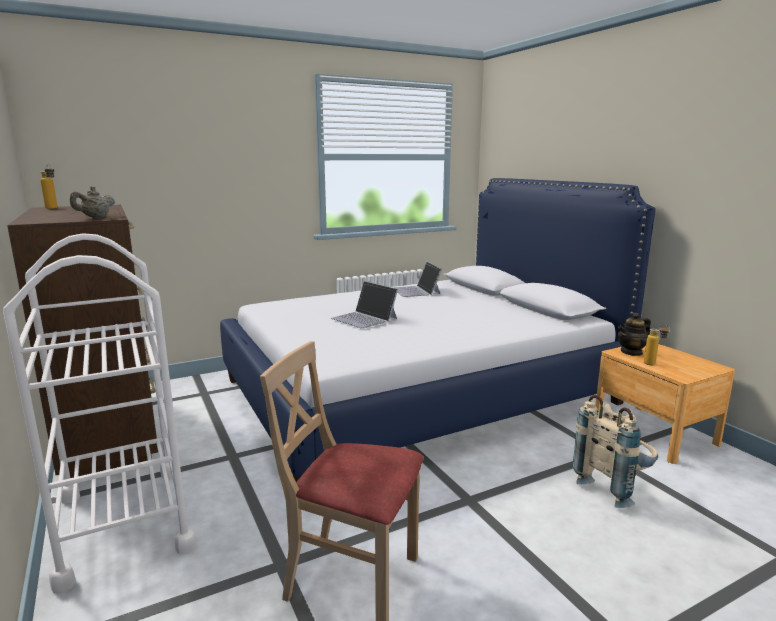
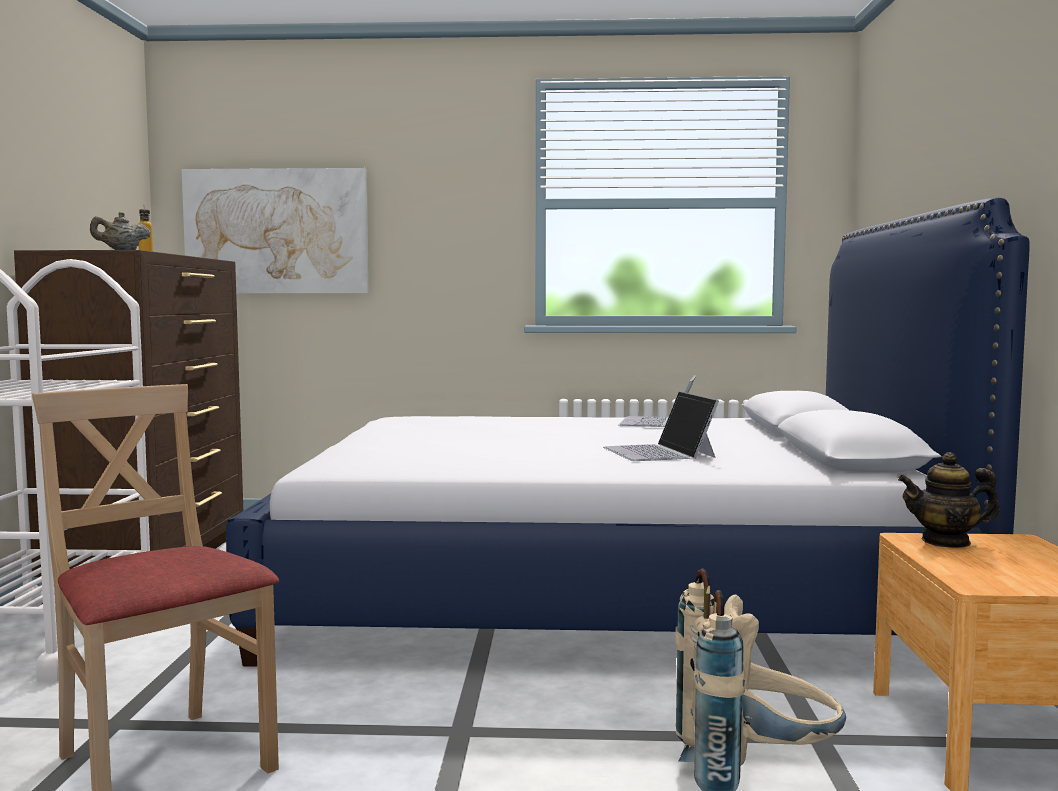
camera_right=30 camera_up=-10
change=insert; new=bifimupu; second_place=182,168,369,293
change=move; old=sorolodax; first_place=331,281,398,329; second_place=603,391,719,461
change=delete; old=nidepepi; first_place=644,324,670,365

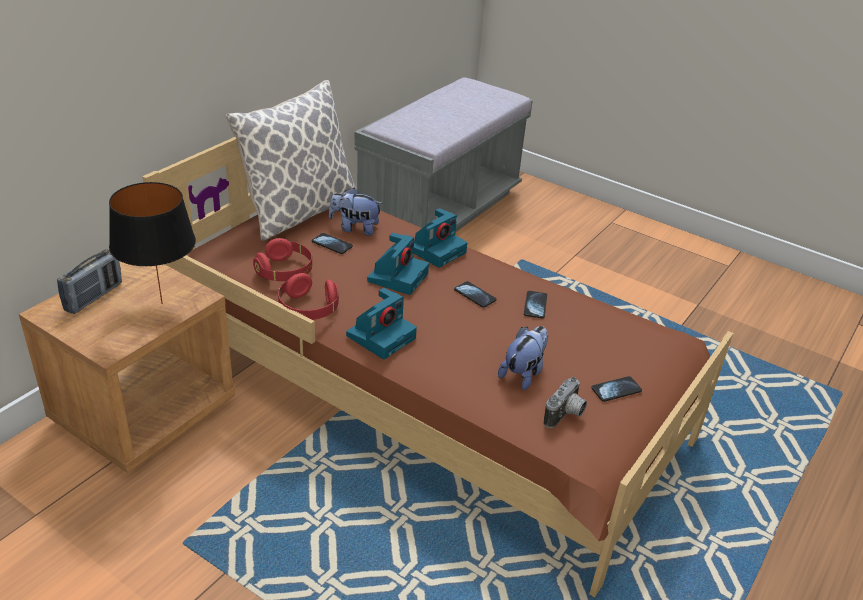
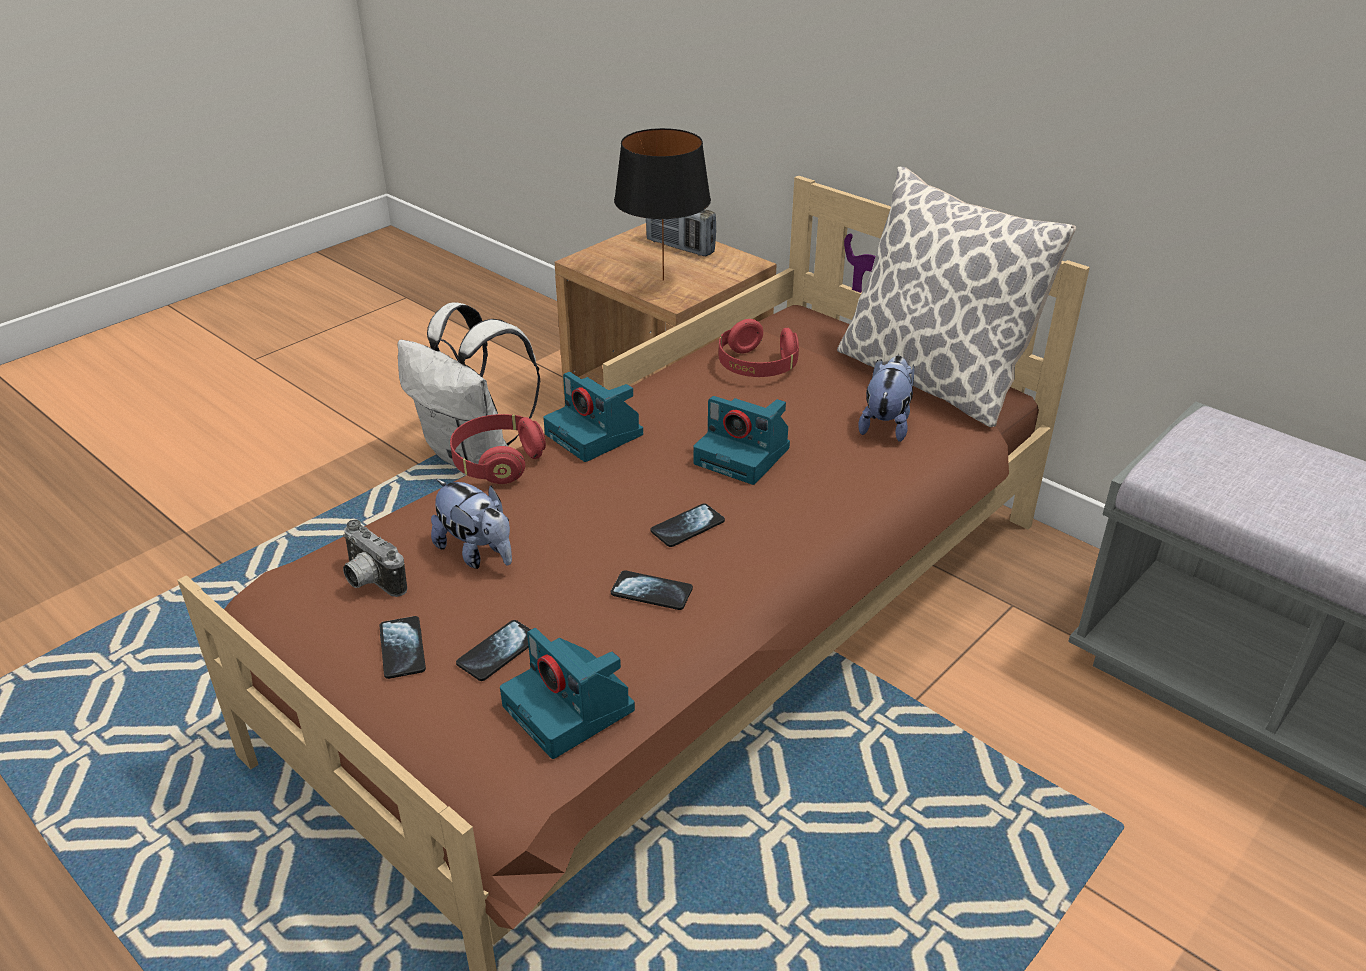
camera_right=100 camera_up=0
change=insert; new=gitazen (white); second_place=398,302,540,468
change=move; old=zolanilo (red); first_place=278,273,339,320; second_place=450,414,546,484
change=move; old=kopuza; first_place=312,233,353,254; second_place=456,620,531,681
change=move; old=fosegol; first_place=413,208,467,268; second_place=500,628,635,759

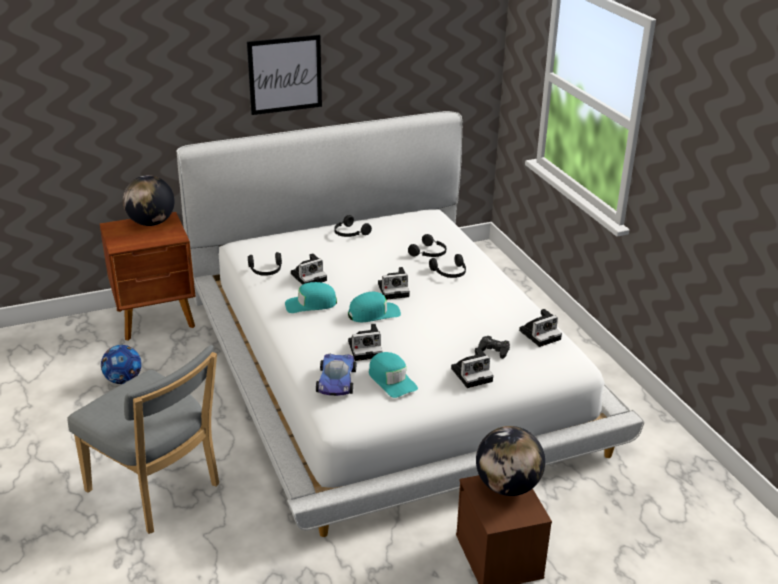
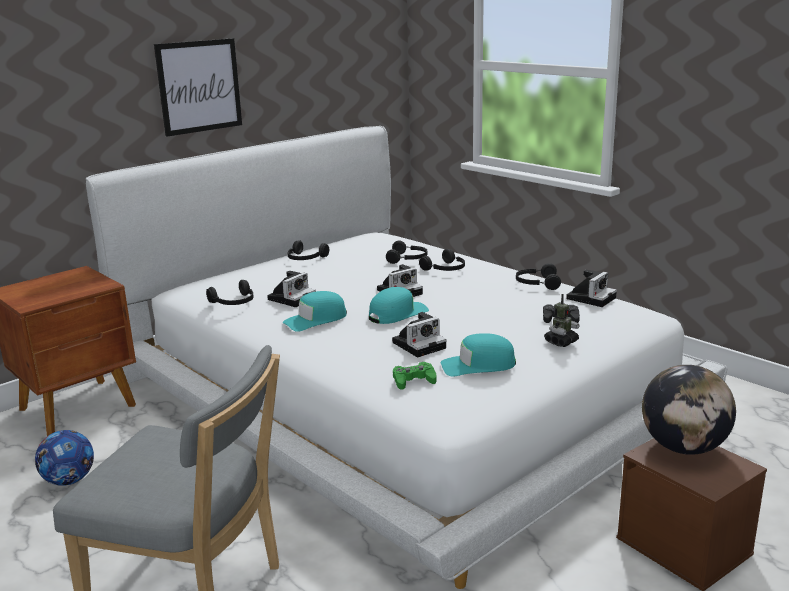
camera_right=-20 camera_up=-10
change=replace; old=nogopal; new=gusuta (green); first_place=316,354,356,396; second_place=393,362,436,390
change=rotate; old=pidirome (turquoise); first_place=369,352,418,398; second_place=441,333,516,376; degrees=135
change=insert; new=zolanilo (black); second_place=516,263,561,290
change=replace; old=fosegol; new=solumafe; first_place=451,347,494,388; second_place=544,294,579,347
change=delete; old=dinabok; first_place=123,175,174,226

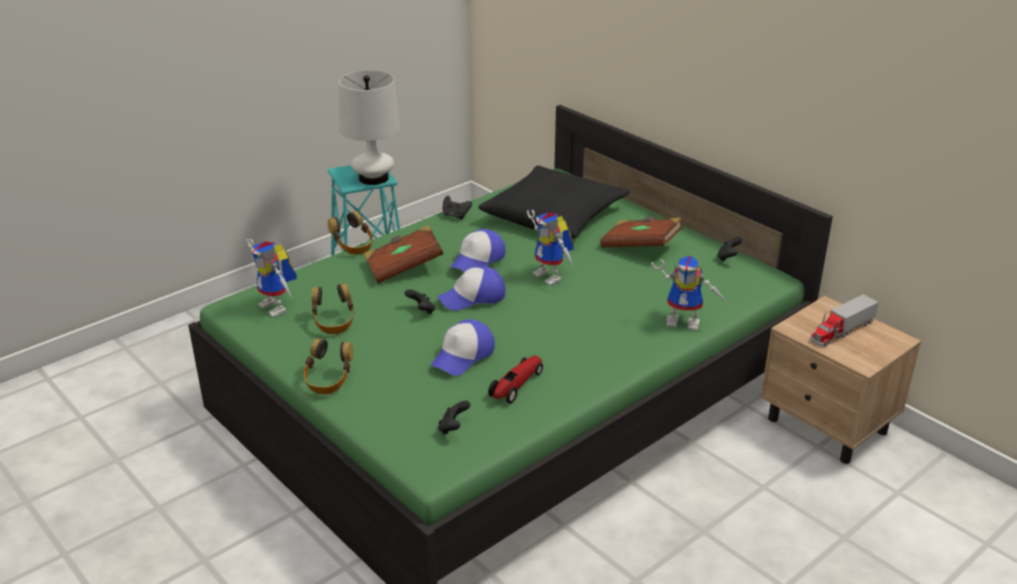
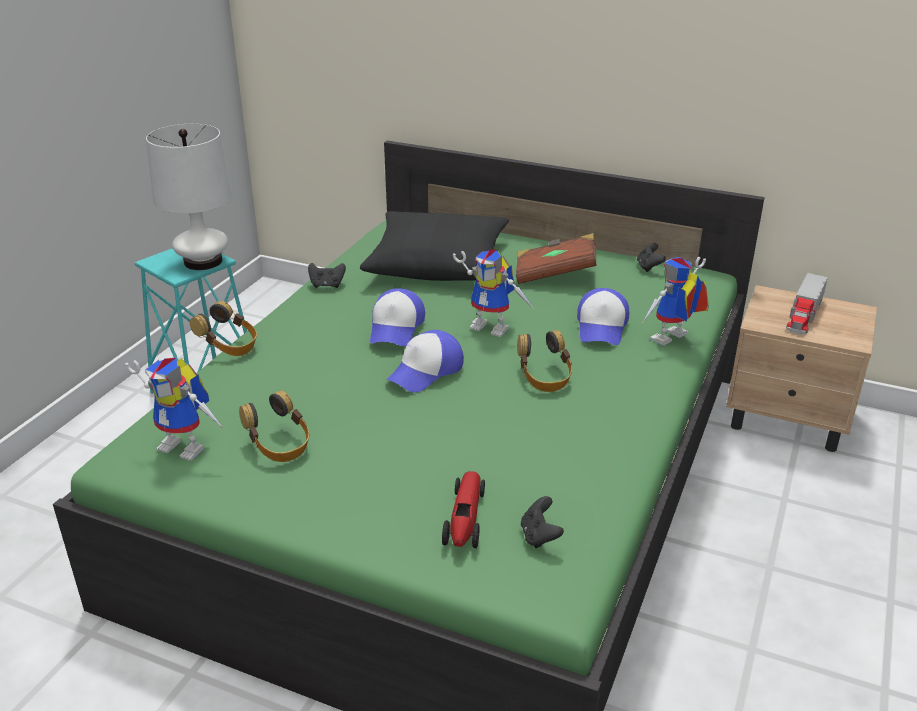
camera_right=-25 camera_up=0
change=move; old=nogopal; first_place=488,356,543,404; second_place=442,471,485,548
change=move; old=zolanilo; first_place=304,338,353,394; second_place=517,330,572,392
change=move; old=pidirome; first_place=430,319,495,376; second_place=577,288,629,345
change=rotate; old=solumafe; first_place=651,255,727,331; second_place=643,256,709,346; degrees=150
change=delete; old=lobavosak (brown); first_place=364,225,443,284
change=delete; old=gusuta (black); first_place=405,289,435,314

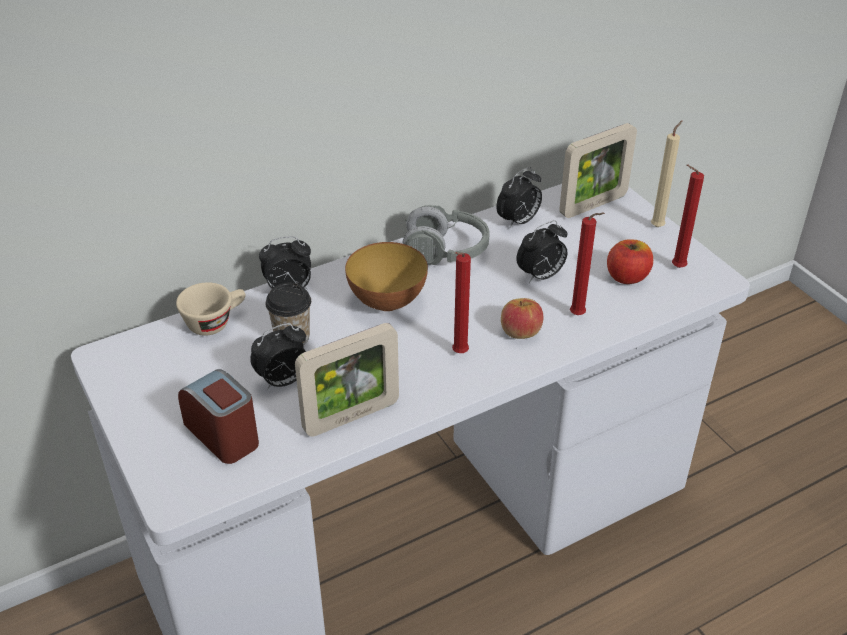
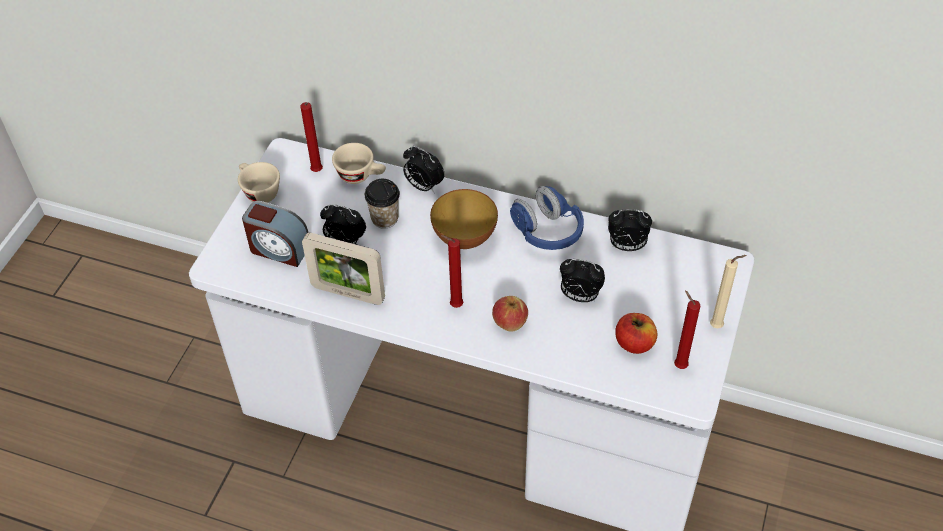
camera_right=50 camera_up=10
change=insert; new=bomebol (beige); second_place=238,162,280,203
change=rotate; old=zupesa; first_place=178,369,259,464; second_place=242,201,308,267; degrees=105
change=move; old=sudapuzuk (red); first_place=570,212,605,315; second_place=300,102,323,172
change=recolor; old=zolanilo (grey); new=zolanilo (blue); first_place=402,205,490,265; second_place=510,186,584,250
change=delete; old=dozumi; first_place=559,123,637,218

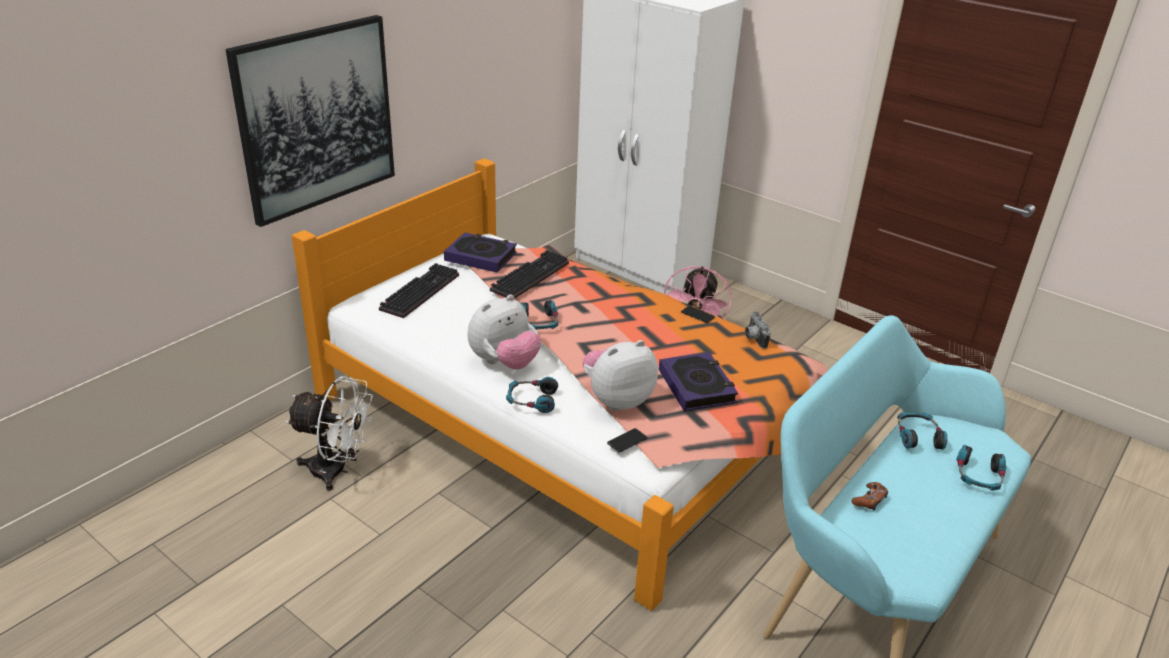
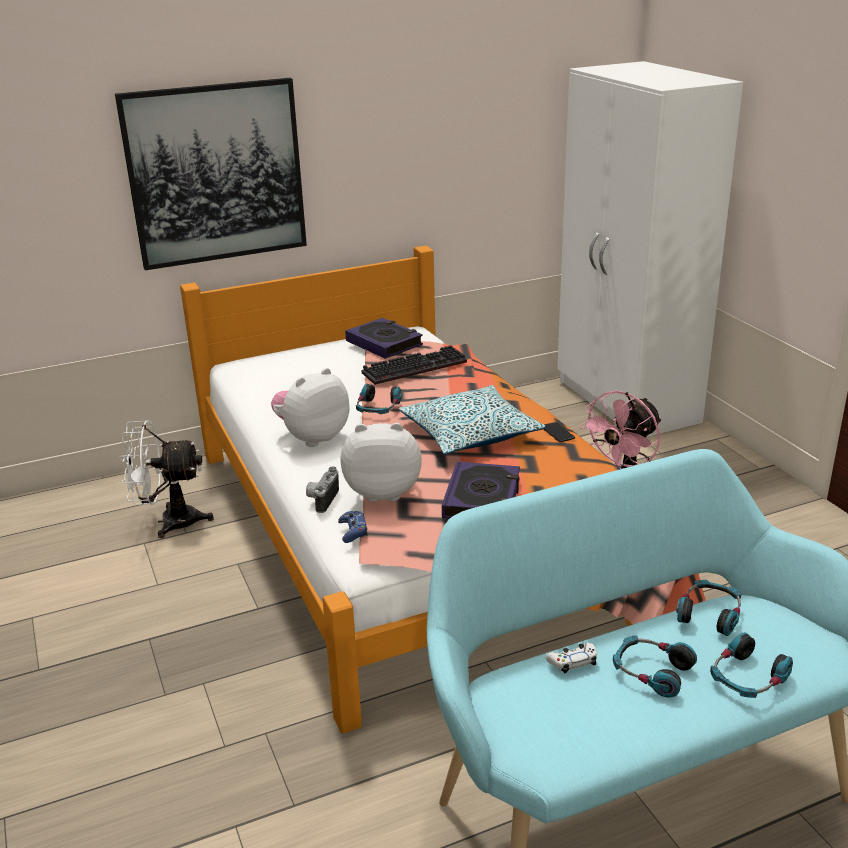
camera_right=30 camera_up=-5
change=rotate; old=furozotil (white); first_place=286,376,373,491; second_place=120,420,214,539; degrees=135
change=rotate; old=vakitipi; first_place=468,295,541,370; second_place=271,368,350,447; degrees=150
change=move; old=fosegol; first_place=745,311,771,349; second_place=306,466,339,513
change=replace; old=kopuza; new=gusuta (blue); first_place=607,428,647,453; second_place=338,511,367,543
change=insert; new=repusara; second_place=399,385,546,455
change=recolor; old=gusuta (brown); new=gusuta (white); first_place=851,482,888,510; second_place=546,643,597,673
change=move; old=zolanilo; first_place=506,377,558,413; second_place=613,635,697,698
change=delete; old=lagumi; first_place=379,263,459,318

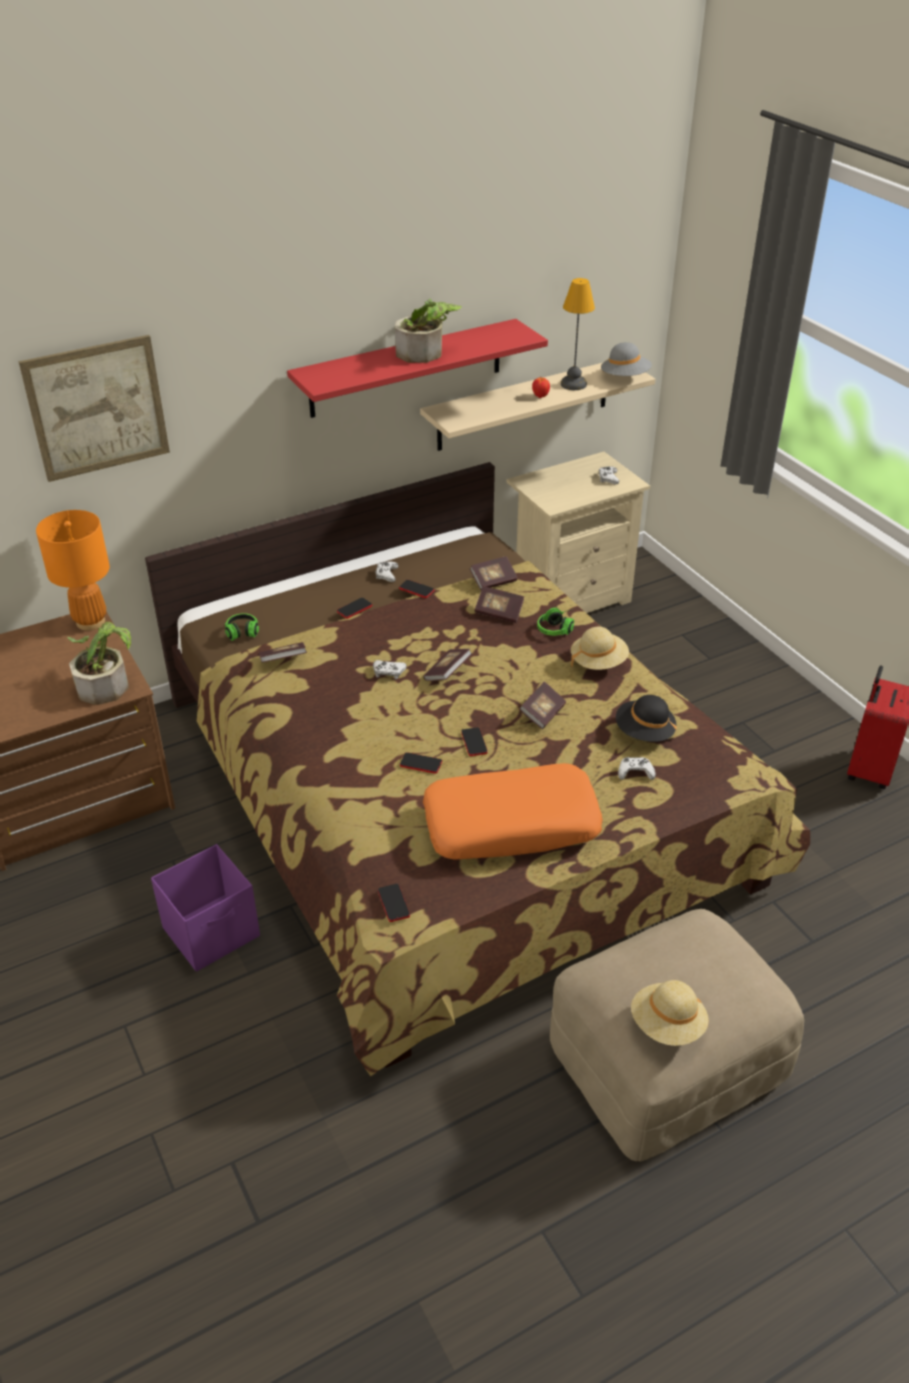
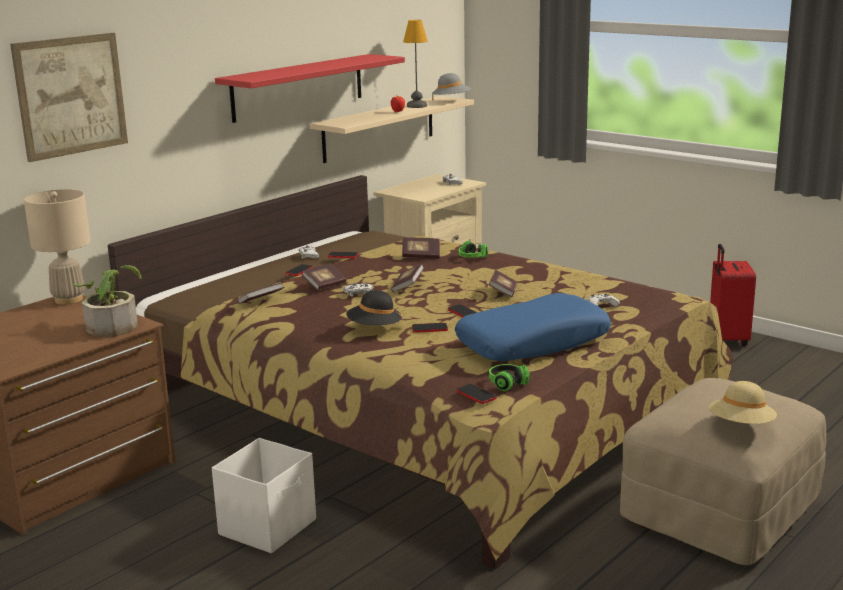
camera_right=-20 camera_up=-20
change=recolor; old=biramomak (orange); new=biramomak (beige); first_place=36,510,110,631; second_place=24,189,90,305
change=recolor; old=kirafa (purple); new=kirafa (white); first_place=151,844,260,972; second_place=212,438,316,553
change=move; old=lobavosak; first_place=470,556,518,590; second_place=302,263,347,290
change=move; old=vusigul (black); first_place=616,695,677,742; second_place=346,290,403,327
change=recolor; old=repusara (orange); new=repusara (blue); first_place=423,763,603,860; second_place=455,293,611,361
change=move; old=zolanilo; first_place=225,613,259,641; second_place=489,364,530,391
change=delete; old=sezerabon; first_place=395,299,462,363
change=delete; old=vusigul (beige); first_place=571,626,629,670

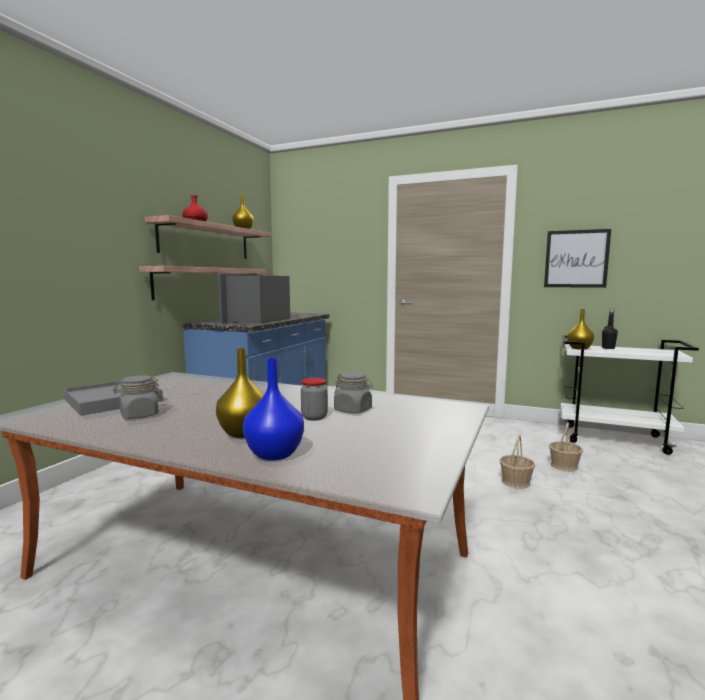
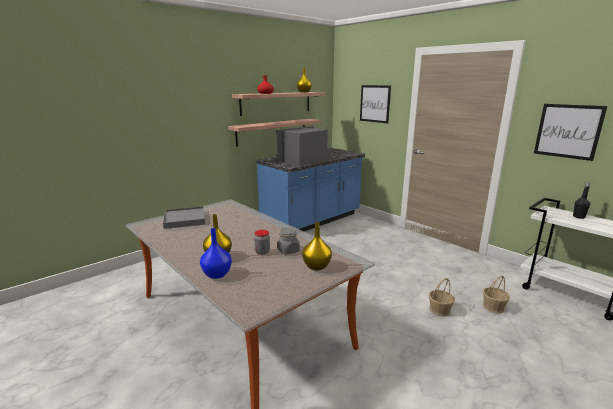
camera_right=25 camera_up=10
change=move; old=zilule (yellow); first_place=567,309,594,350; second_place=302,222,332,270
change=insert; new=bifimupu; second_place=360,85,391,123
change=delete; old=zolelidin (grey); first_place=113,375,161,419

